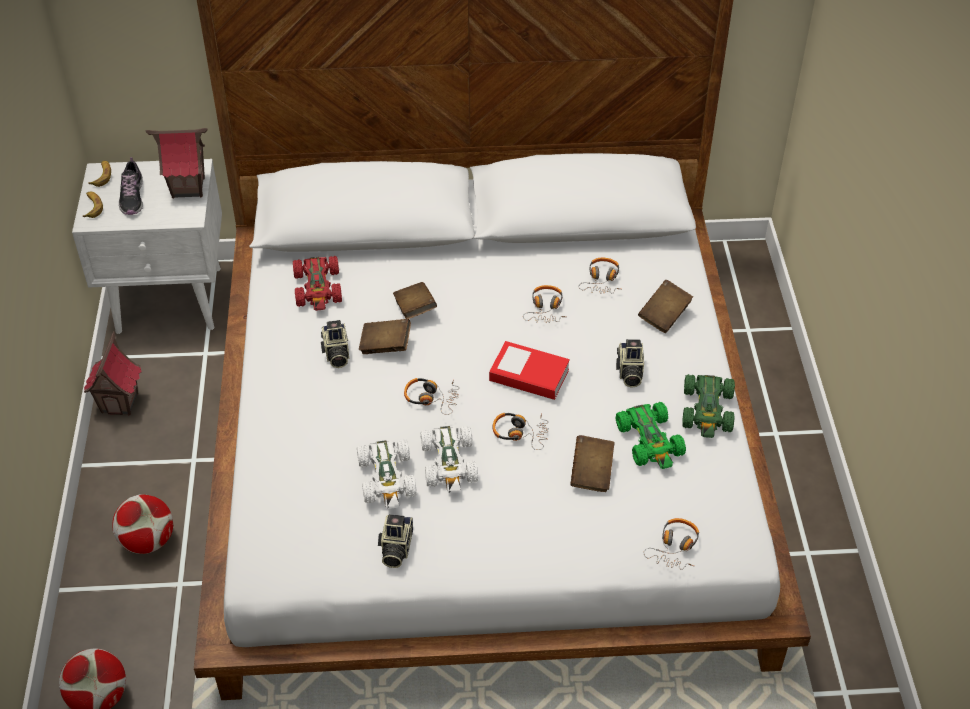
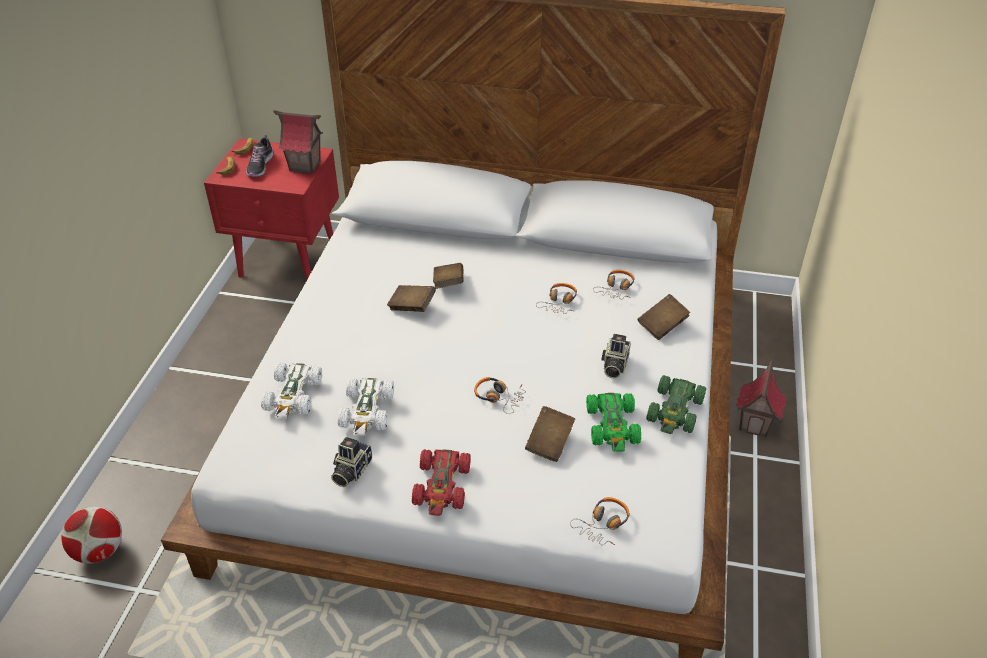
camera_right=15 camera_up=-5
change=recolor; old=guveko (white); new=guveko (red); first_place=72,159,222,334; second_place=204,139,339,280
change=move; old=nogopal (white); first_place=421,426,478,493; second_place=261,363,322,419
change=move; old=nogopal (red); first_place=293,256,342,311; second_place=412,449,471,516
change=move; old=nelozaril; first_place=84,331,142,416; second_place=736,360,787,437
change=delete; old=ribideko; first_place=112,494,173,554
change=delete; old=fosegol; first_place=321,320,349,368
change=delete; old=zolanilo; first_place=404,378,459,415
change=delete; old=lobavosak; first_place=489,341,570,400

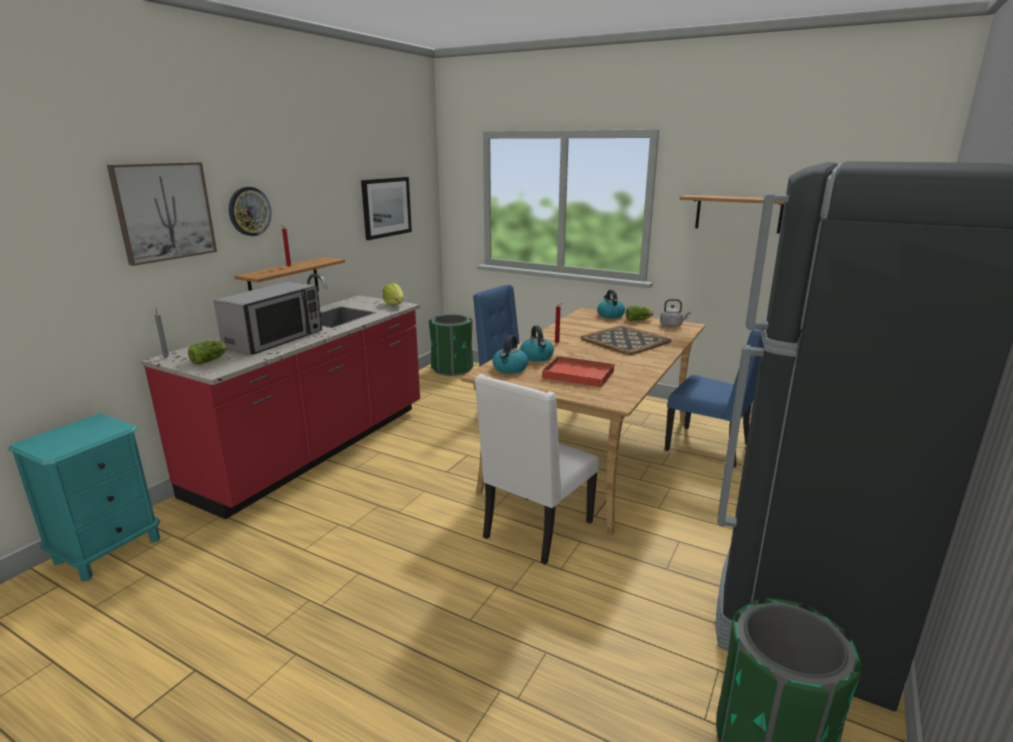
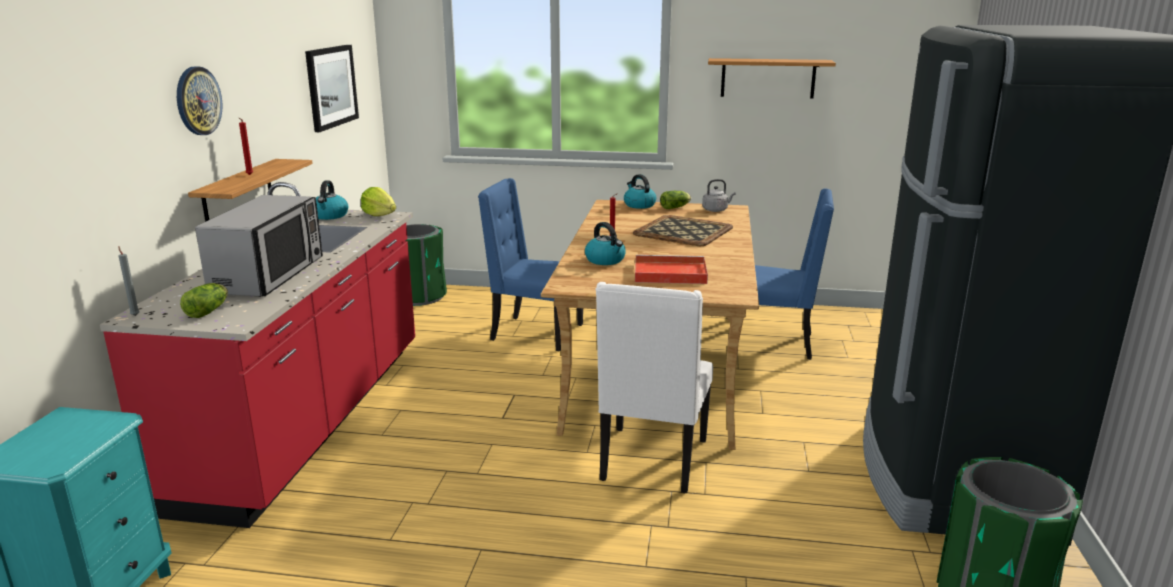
camera_right=-20 camera_up=0
change=move; old=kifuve; first_place=493,335,528,373; second_place=316,180,348,220
change=delete; old=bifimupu; first_place=107,162,217,266

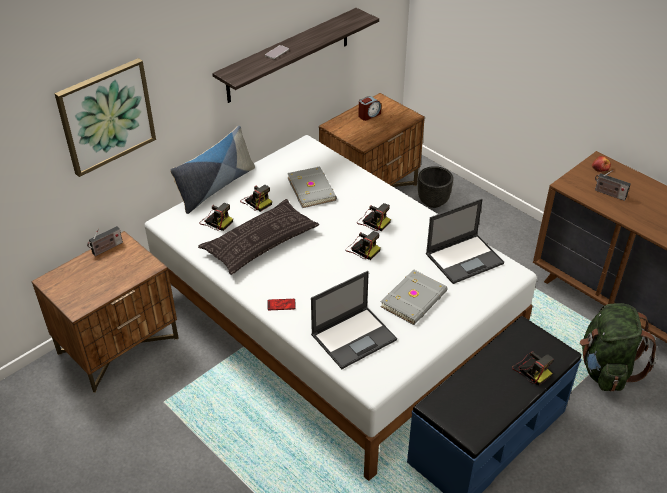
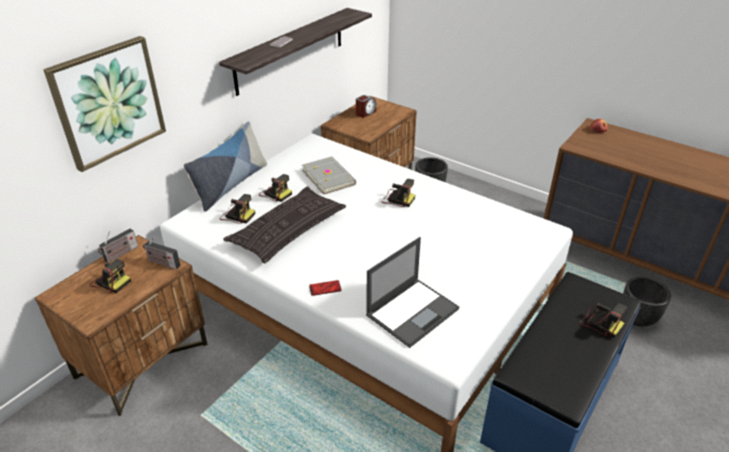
camera_right=-10 camera_up=-5
change=move; old=fosegol; first_place=345,231,381,260; second_place=90,259,131,293
change=move; old=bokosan; first_place=595,170,631,201; second_place=143,237,181,270
change=replace; old=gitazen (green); new=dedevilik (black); first_place=580,303,656,391; second_place=623,276,671,327
change=delete; old=lobavosak (grey); first_place=381,269,448,325
change=delete; old=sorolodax; first_place=426,199,504,284

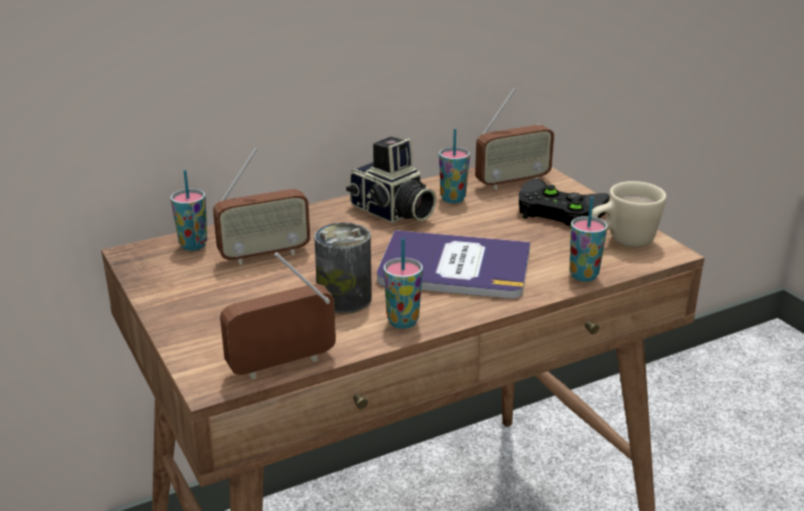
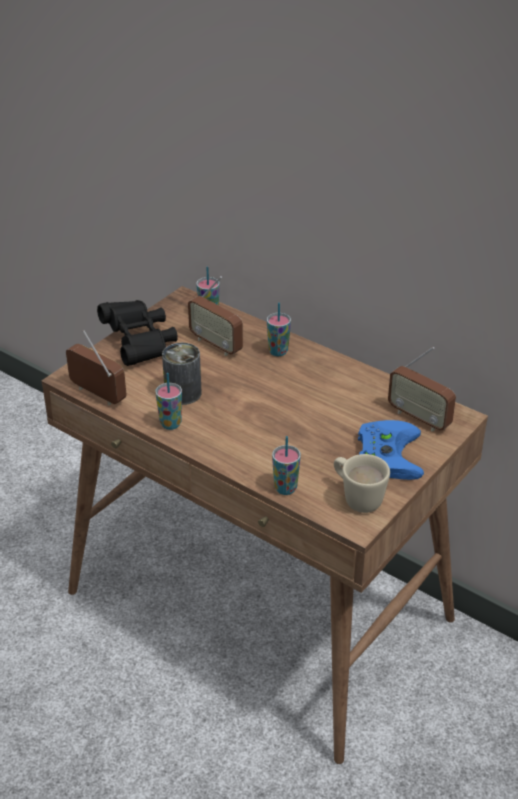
camera_right=65 camera_up=10
change=insert; new=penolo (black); second_place=97,300,178,366
change=move; old=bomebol; first_place=439,129,470,203; second_place=267,302,291,356
change=recolor; old=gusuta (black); new=gusuta (blue); first_place=519,179,609,229; second_place=358,420,424,480
change=delete; old=fosegol; first_place=346,137,437,223
change=delete; old=lobavosak; first_place=377,230,530,299

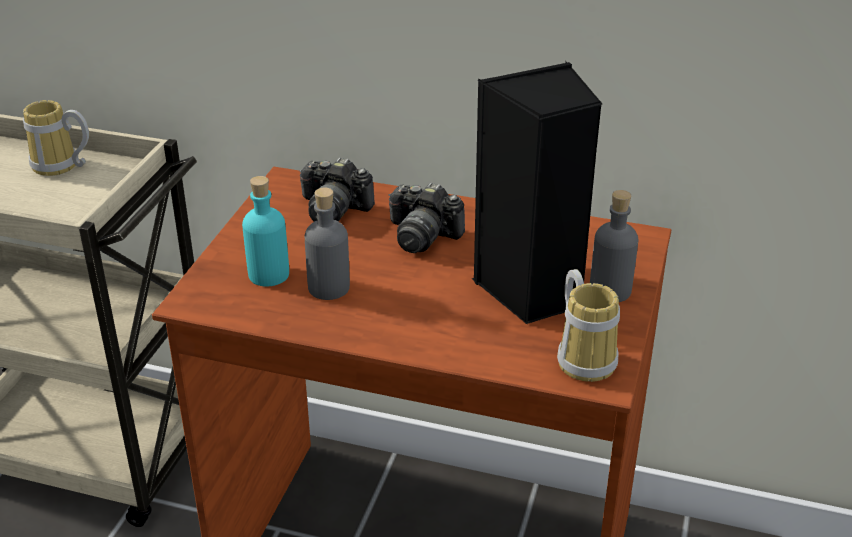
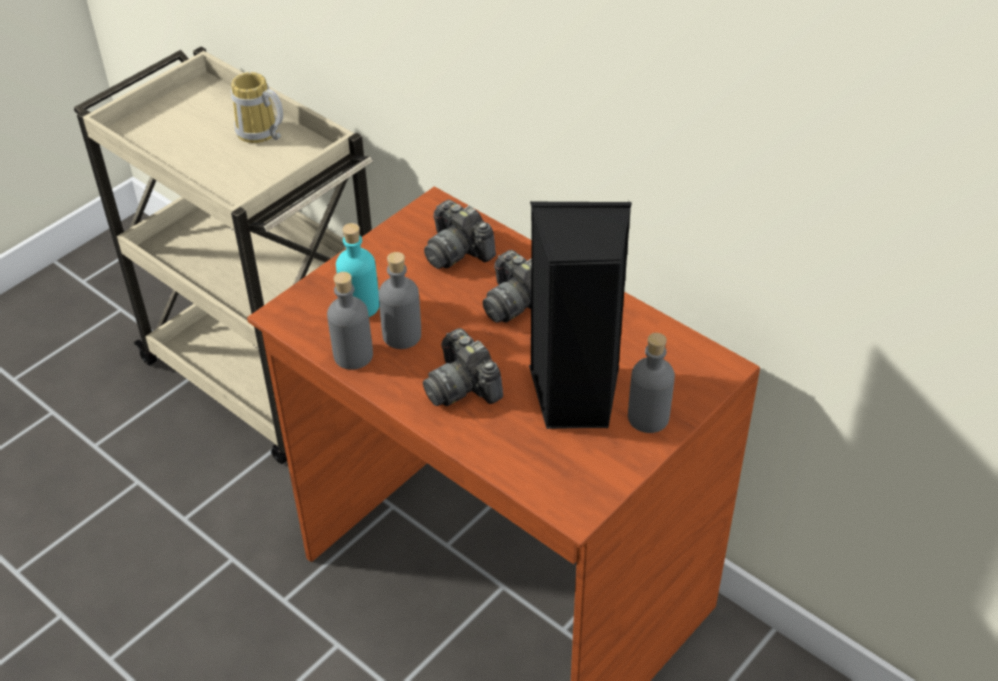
camera_right=25 camera_up=10
change=insert; new=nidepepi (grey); second_place=327,272,373,370
change=insert; new=fosegol; second_place=423,328,503,406
change=delete; old=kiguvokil; first_place=557,269,620,382

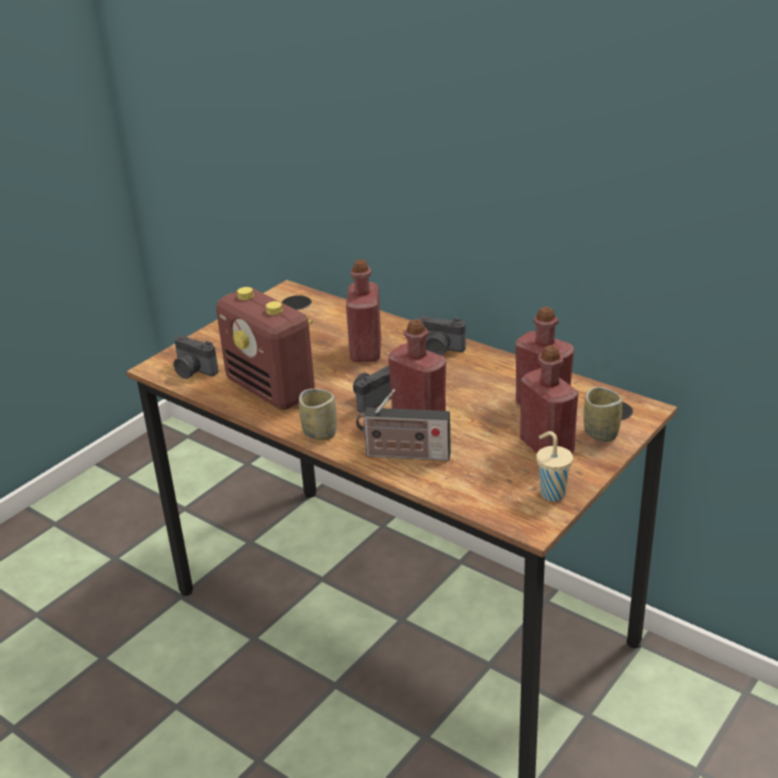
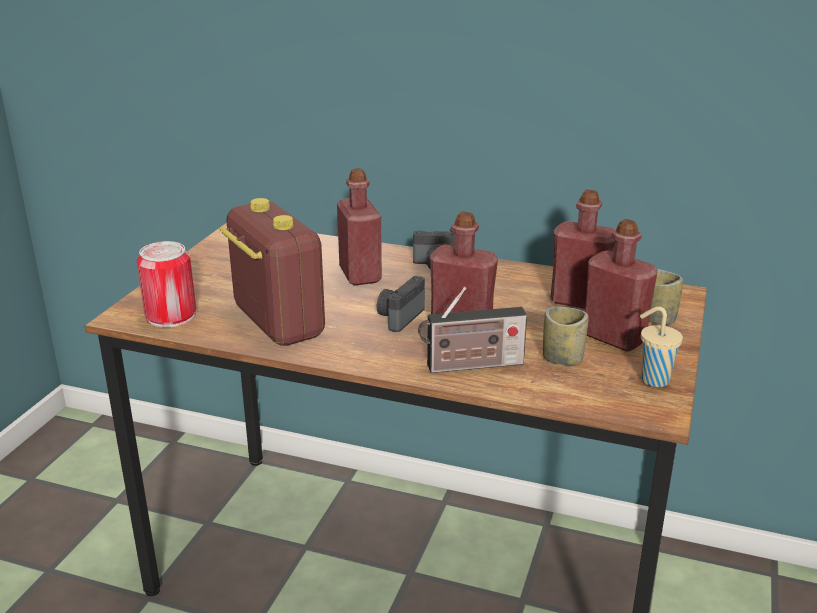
camera_right=-20 camera_up=-5
change=replace; old=fosegol; new=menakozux; first_place=174,335,219,379; second_place=137,241,196,327
change=rotate; old=bokosan; first_place=216,287,315,410; second_place=220,198,325,346; degrees=-150
change=move; old=bomebol; first_place=299,389,337,440; second_place=543,307,589,365

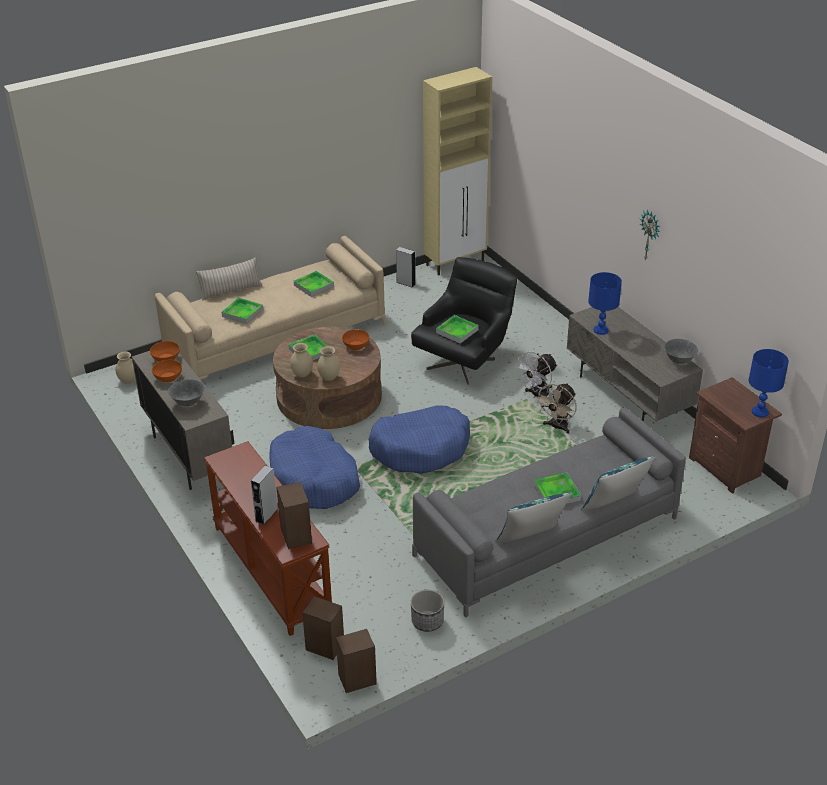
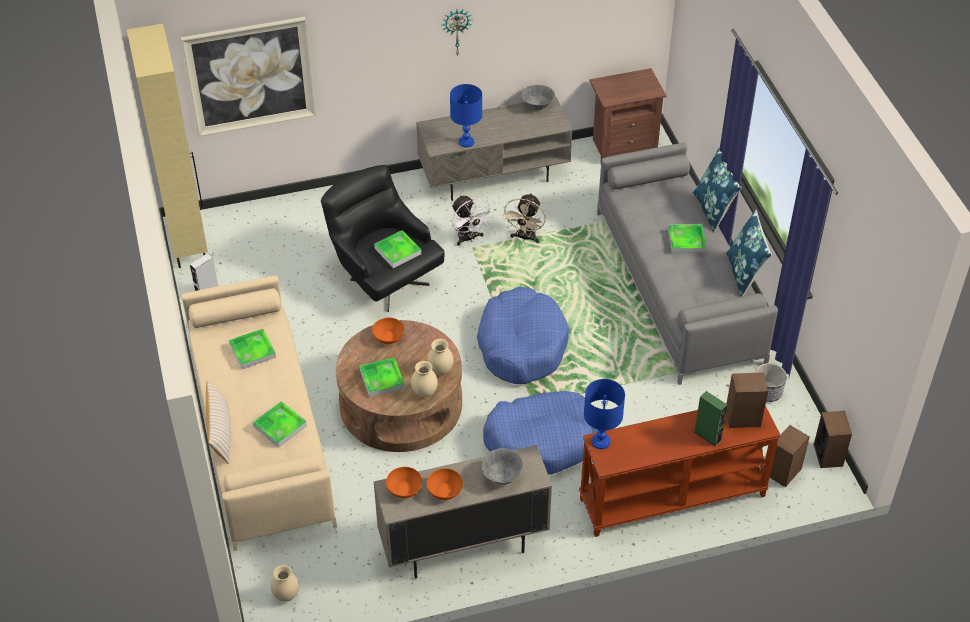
camera_right=-75 camera_up=10
change=insert; new=bifimupu; second_place=181,17,316,137
change=rotate; old=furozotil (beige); first_place=535,383,576,434; second_place=502,193,546,243; degrees=60
change=move; old=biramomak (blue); first_place=749,349,789,417; second_place=584,379,625,449
change=recolor; old=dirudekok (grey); new=dirudekok (green); first_place=251,465,278,525; second_place=694,391,728,447

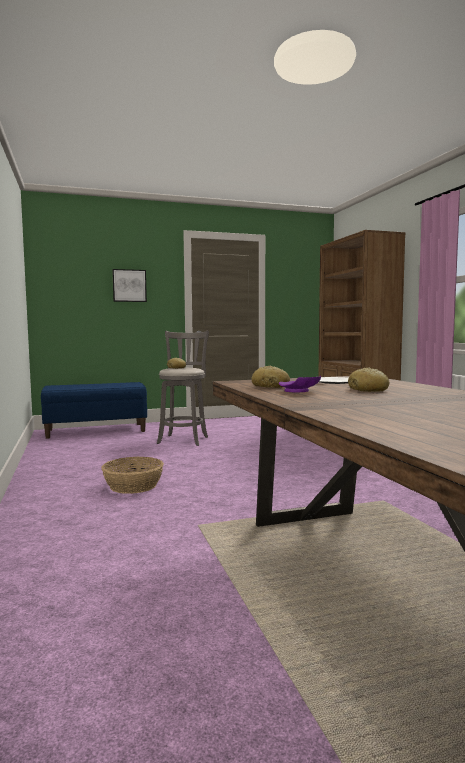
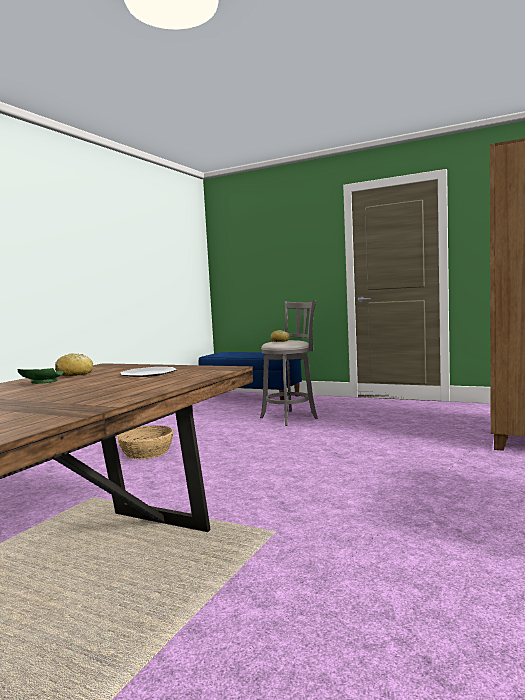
camera_right=45 camera_up=0
change=recolor; old=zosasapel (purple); new=zosasapel (green); first_place=279,376,321,393; second_place=18,368,64,384
change=delete; old=bifimupu; first_place=112,269,147,302
change=delete; old=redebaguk; first_place=348,367,389,392

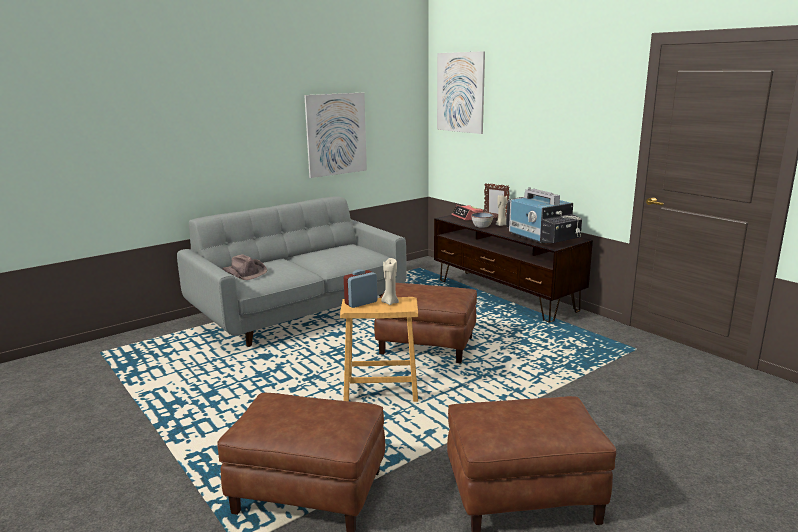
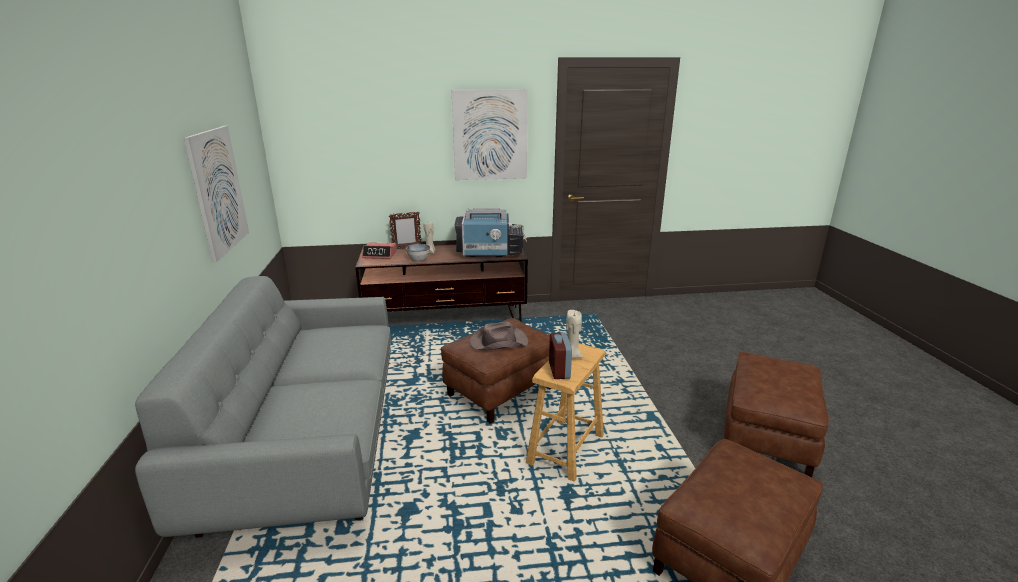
camera_right=-60 camera_up=5
change=move; old=bifimupu; first_place=437,51,485,134; second_place=452,90,528,180
change=move; old=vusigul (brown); first_place=222,254,267,280; second_place=470,322,528,350

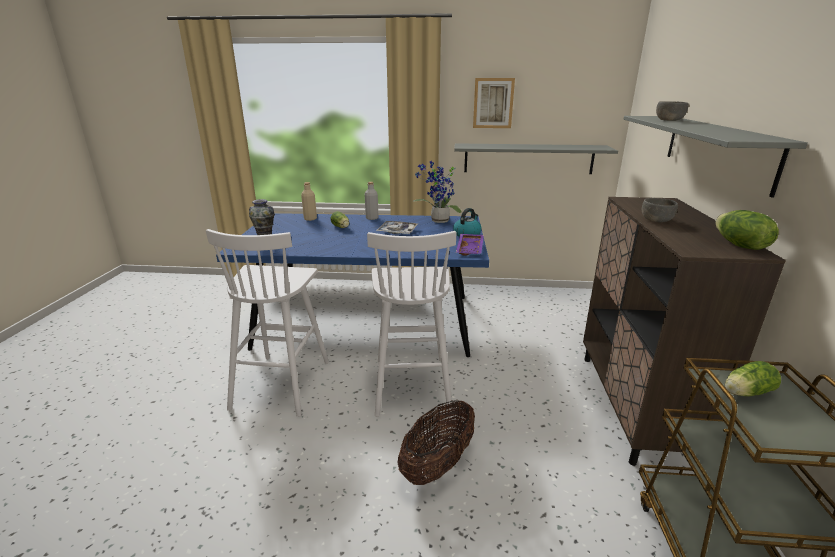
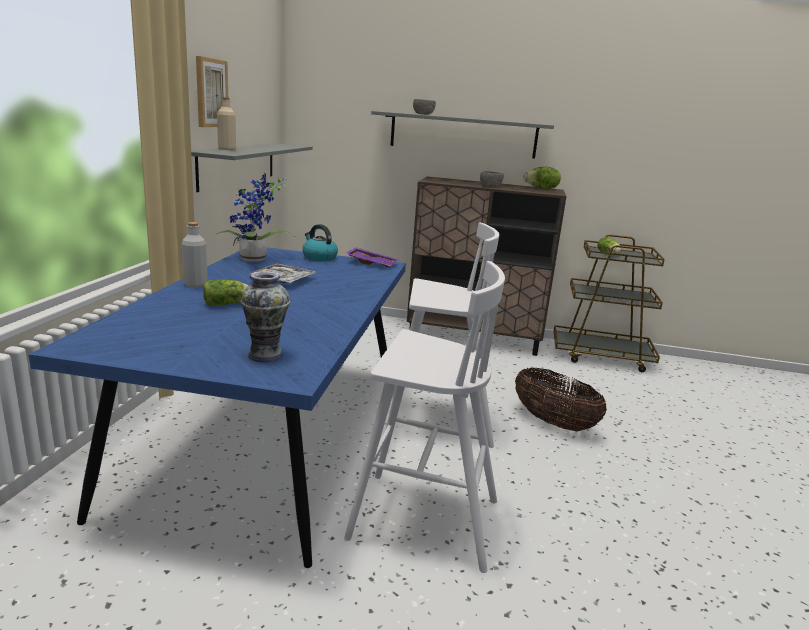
camera_right=-85 camera_up=-5
change=move; old=nidepepi (beige); first_place=301,182,317,221; second_place=217,97,236,150

